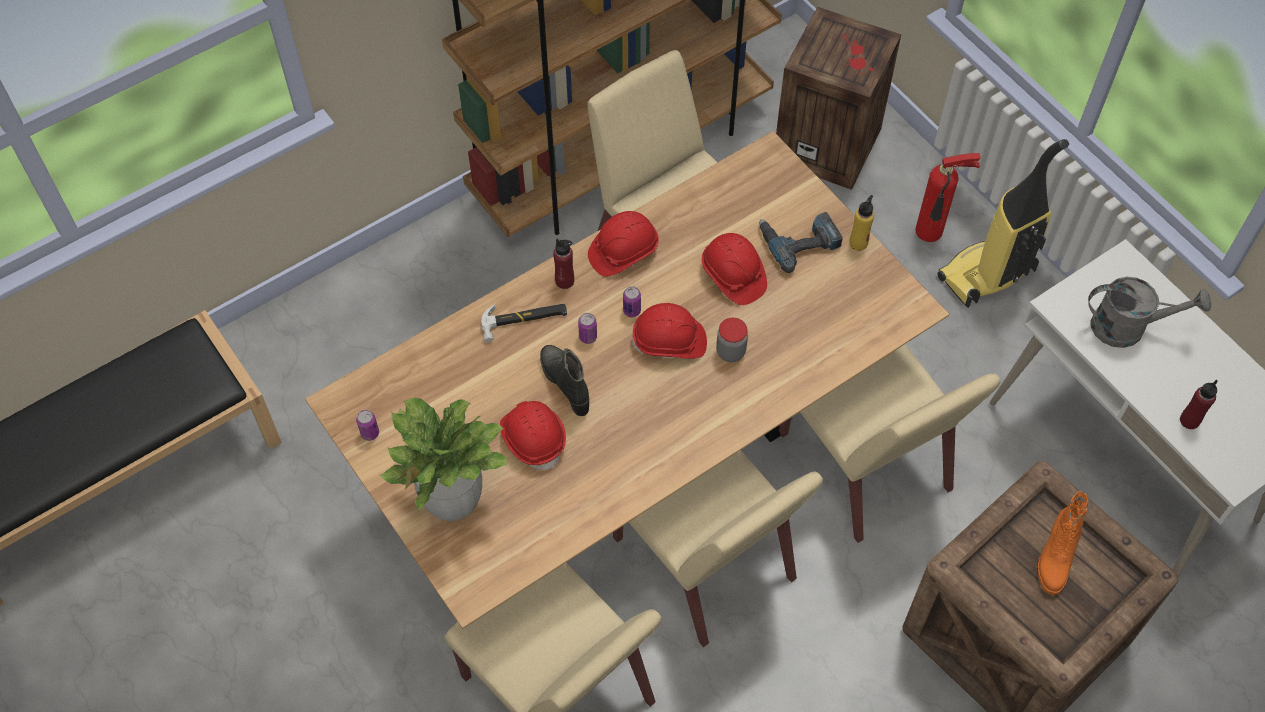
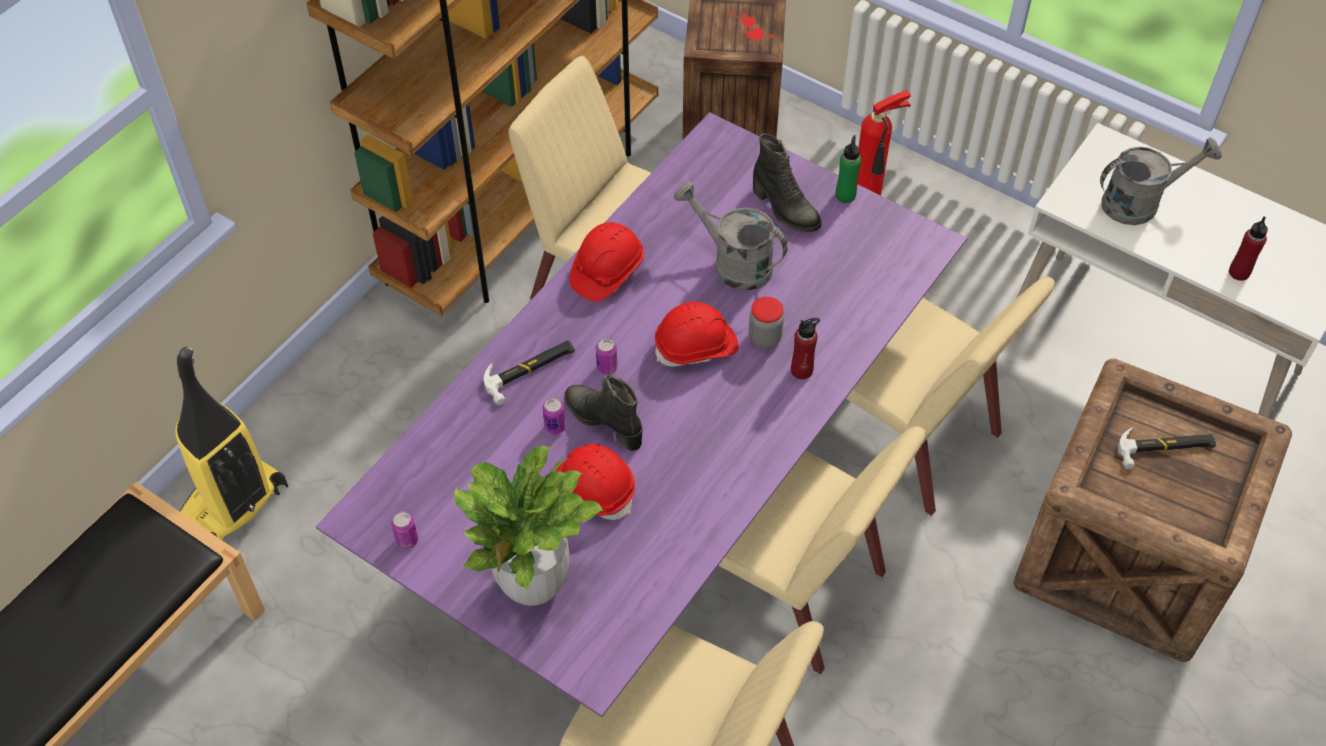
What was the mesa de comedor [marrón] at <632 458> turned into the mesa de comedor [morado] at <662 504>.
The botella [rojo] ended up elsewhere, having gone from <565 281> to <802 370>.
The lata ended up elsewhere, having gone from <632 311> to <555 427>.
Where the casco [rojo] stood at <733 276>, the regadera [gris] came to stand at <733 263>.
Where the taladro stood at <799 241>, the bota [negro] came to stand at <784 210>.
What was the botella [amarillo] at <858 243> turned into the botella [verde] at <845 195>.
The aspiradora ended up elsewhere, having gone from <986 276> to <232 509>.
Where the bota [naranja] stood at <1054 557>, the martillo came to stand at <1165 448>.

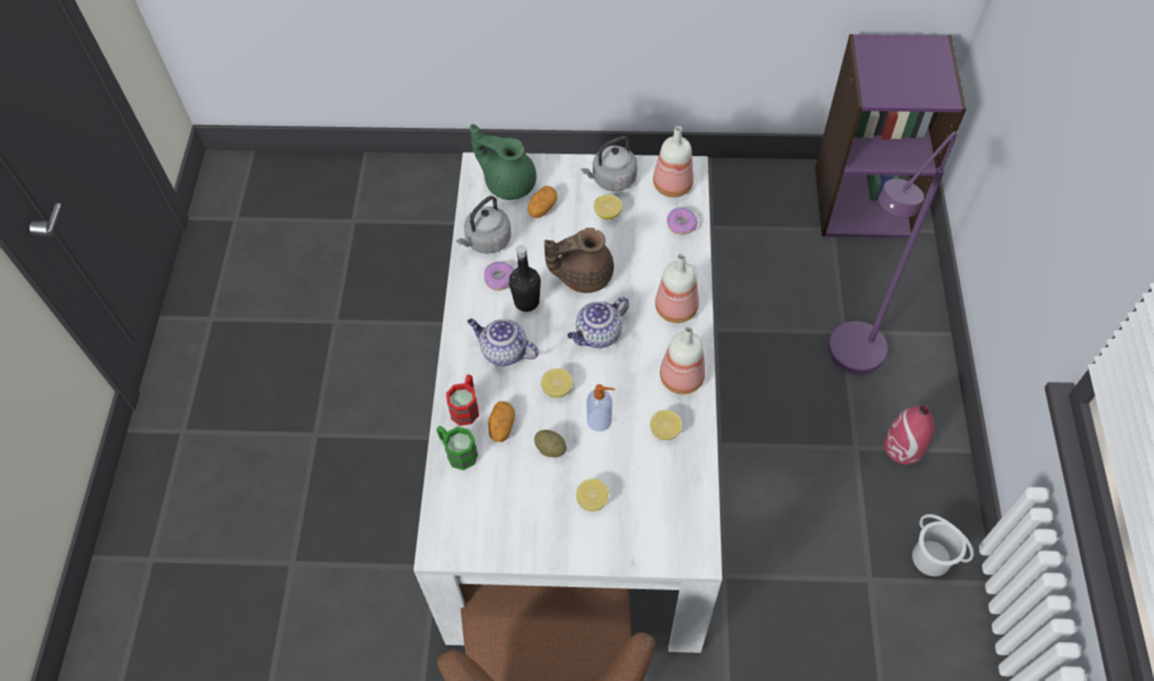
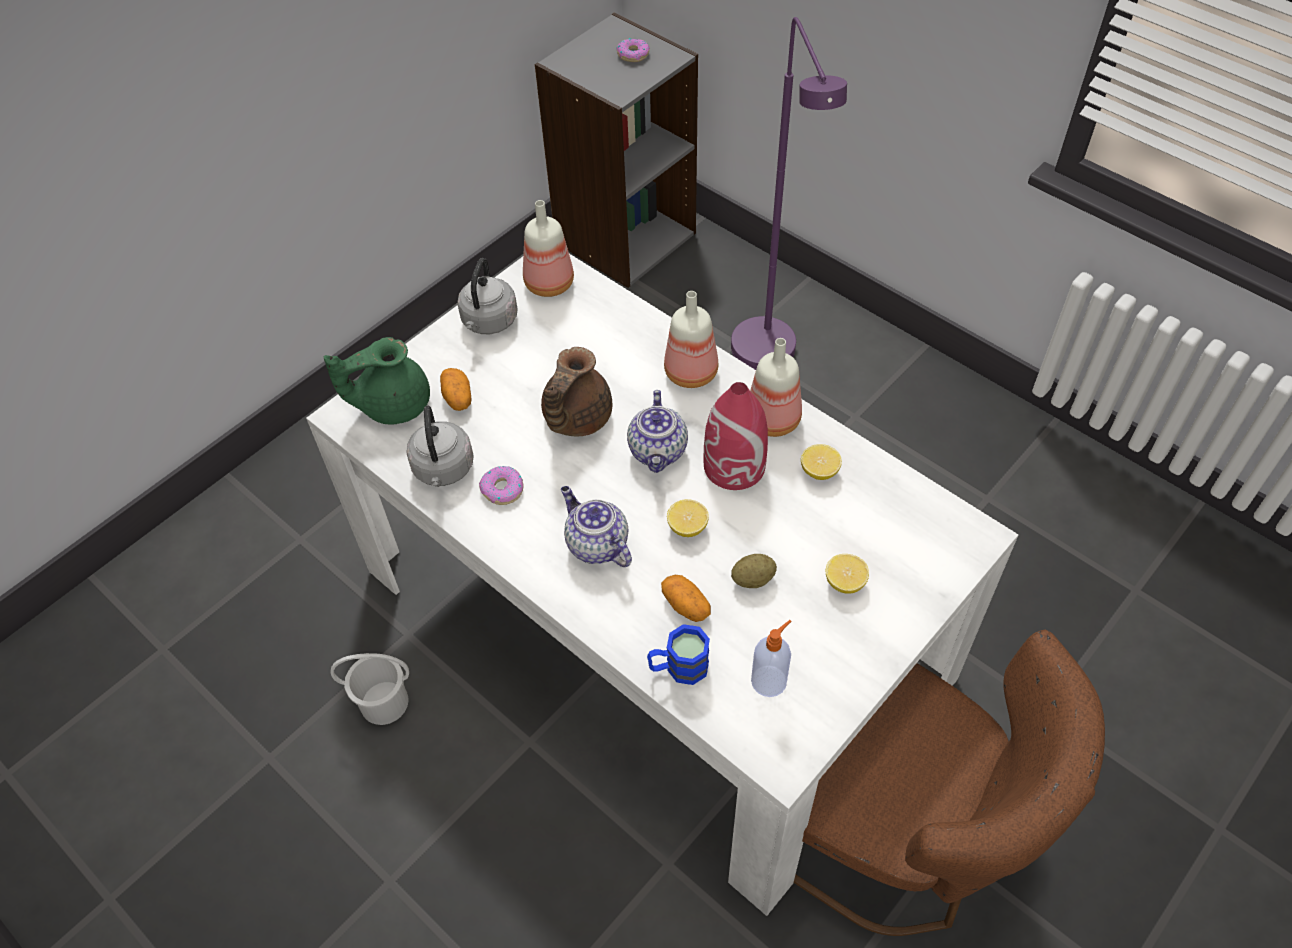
What was the taza grande [verde] at <457 452> turned into the taza grande [azul] at <678 667>.
The second view lost the taza grande [rojo] at <466 406>.
The tetera at <503 351> ended up facing another way, 75 degrees clockwise from before.
The second view lost the botella [negro] at <526 302>.
The dispensador de jabón ended up elsewhere, having gone from <600 421> to <770 680>.
The second view lost the limón at <607 213>.
The rosquilla ended up elsewhere, having gone from <681 224> to <633 54>.
What was the estantería [morado] at <863 201> turned into the estantería [gris] at <624 237>.
The florero [rojo] ended up elsewhere, having gone from <904 447> to <735 466>.
The cubo [blanco] ended up elsewhere, having gone from <931 558> to <384 703>.

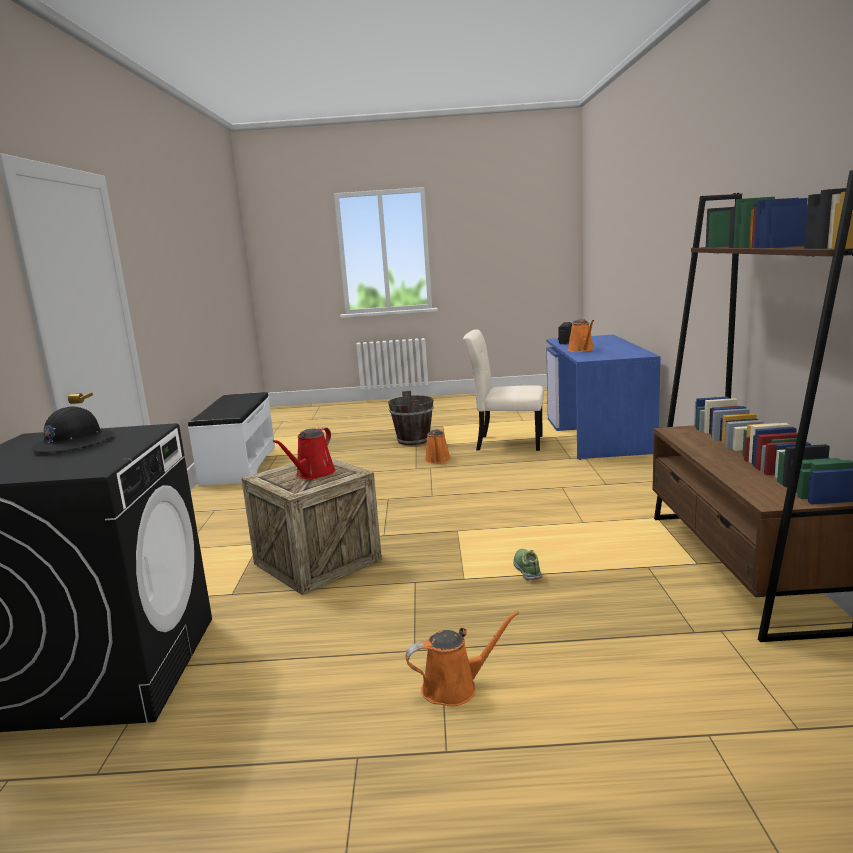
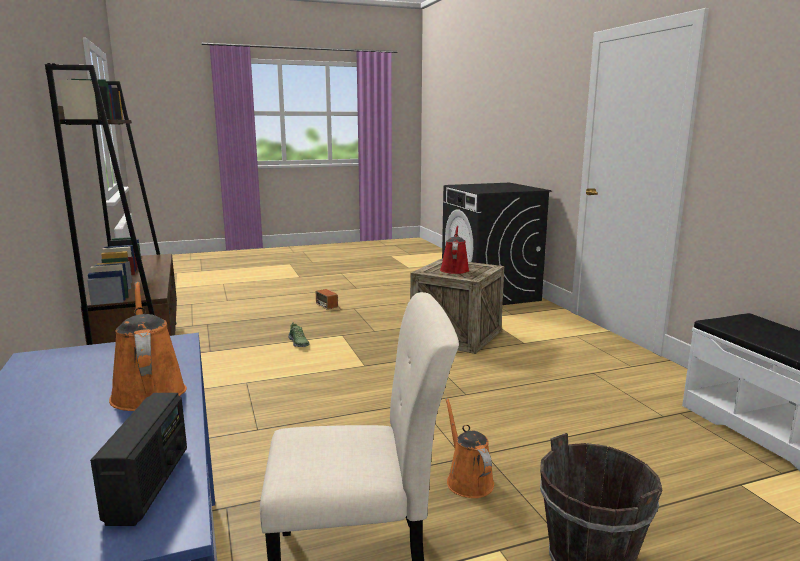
The second view lost the casco [negro] at <74 443>.
Where the regadera [naranja] stood at <455 687>, the radio came to stand at <328 301>.

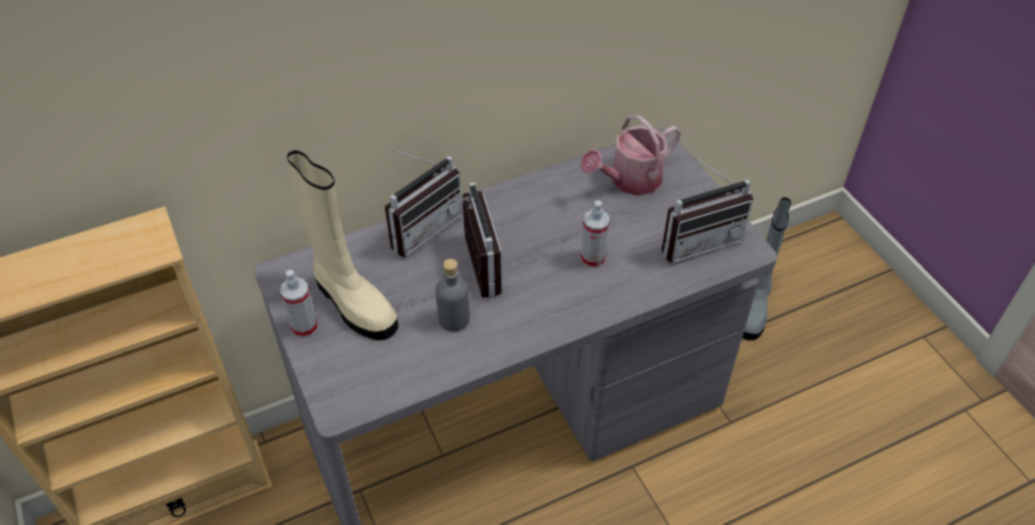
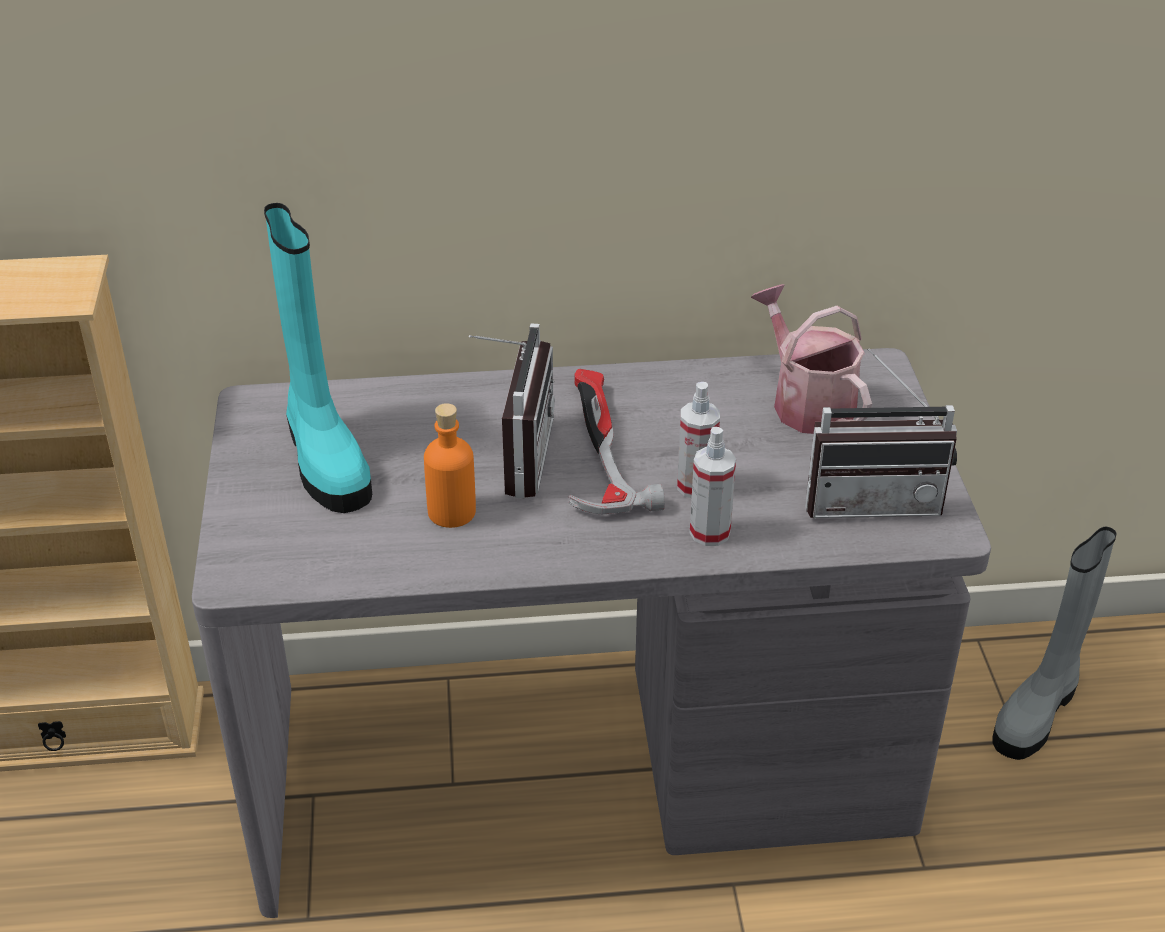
The pulverizador ended up elsewhere, having gone from <304 327> to <710 532>.
What was the bota [beis] at <352 303> turned into the bota [turquesa] at <325 459>.
The second view lost the radio at <421 226>.
What was the botella [gris] at <454 319> turned into the botella [naranja] at <452 512>.
The regadera at <629 181> ended up facing another way, 75 degrees clockwise from before.
The second view gained the martillo at <598 448>.

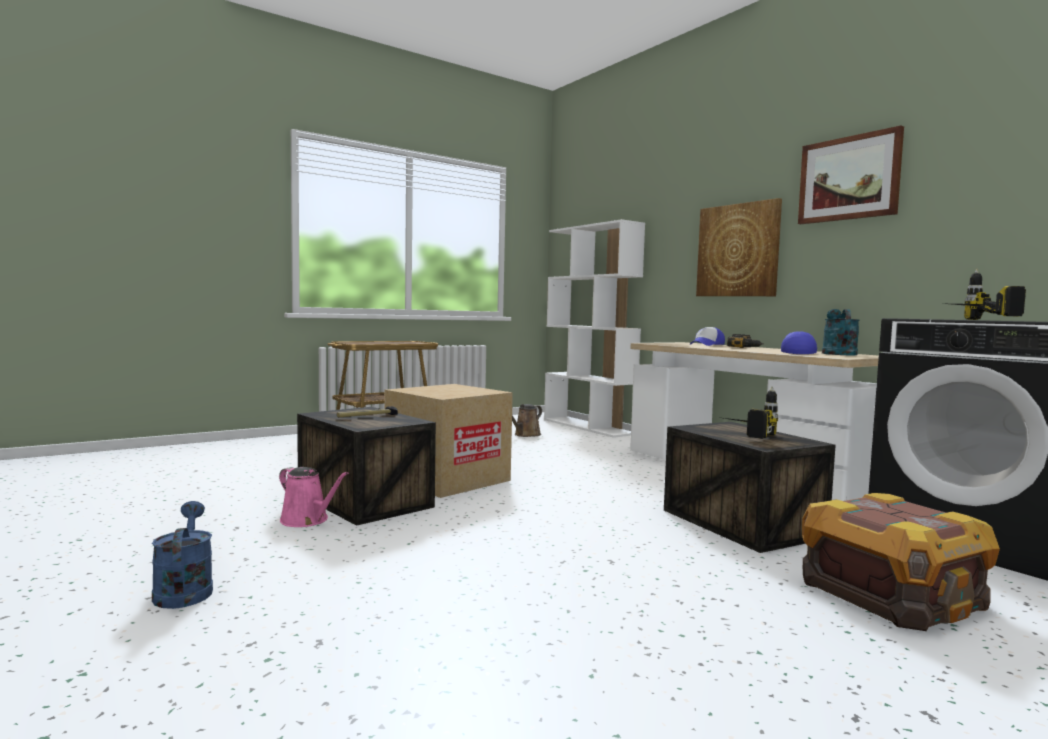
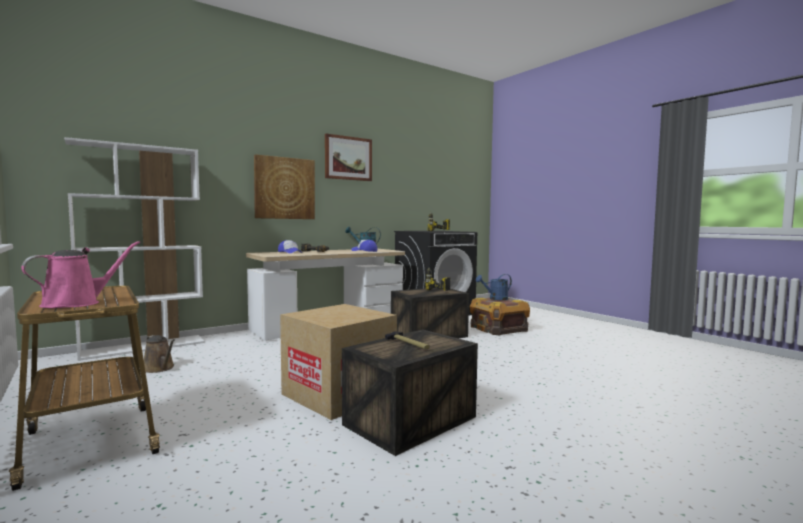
The regadera [azul] ended up elsewhere, having gone from <184 590> to <495 299>.
The regadera [rosa] ended up elsewhere, having gone from <307 520> to <77 303>.

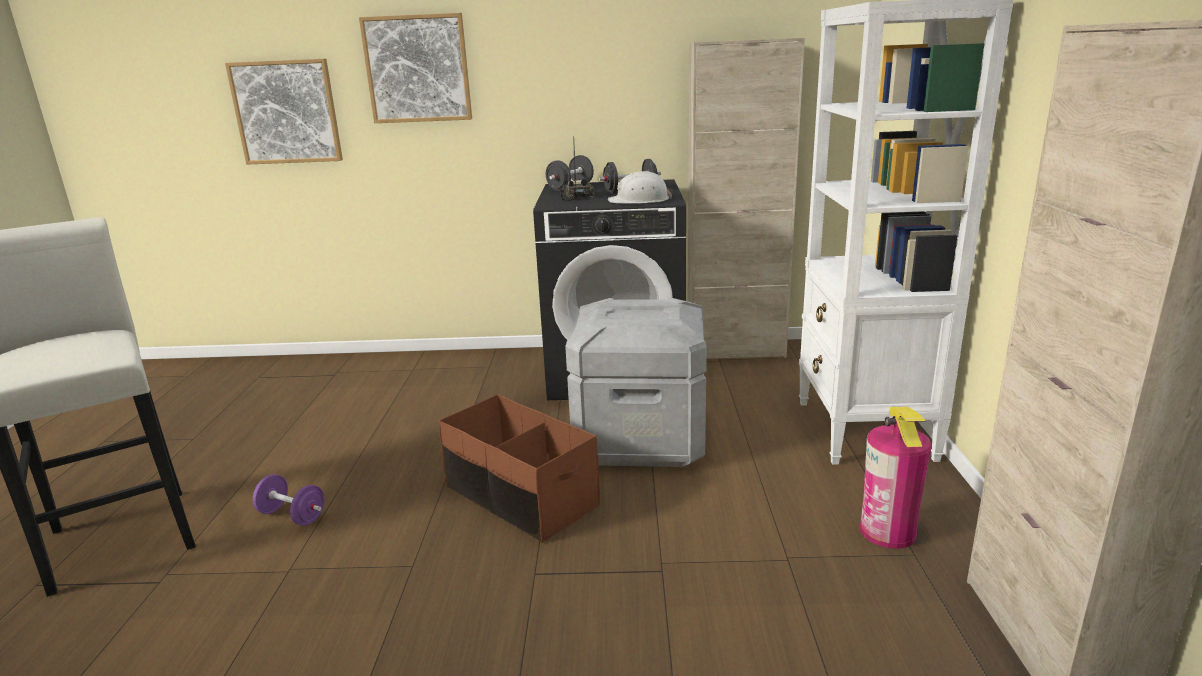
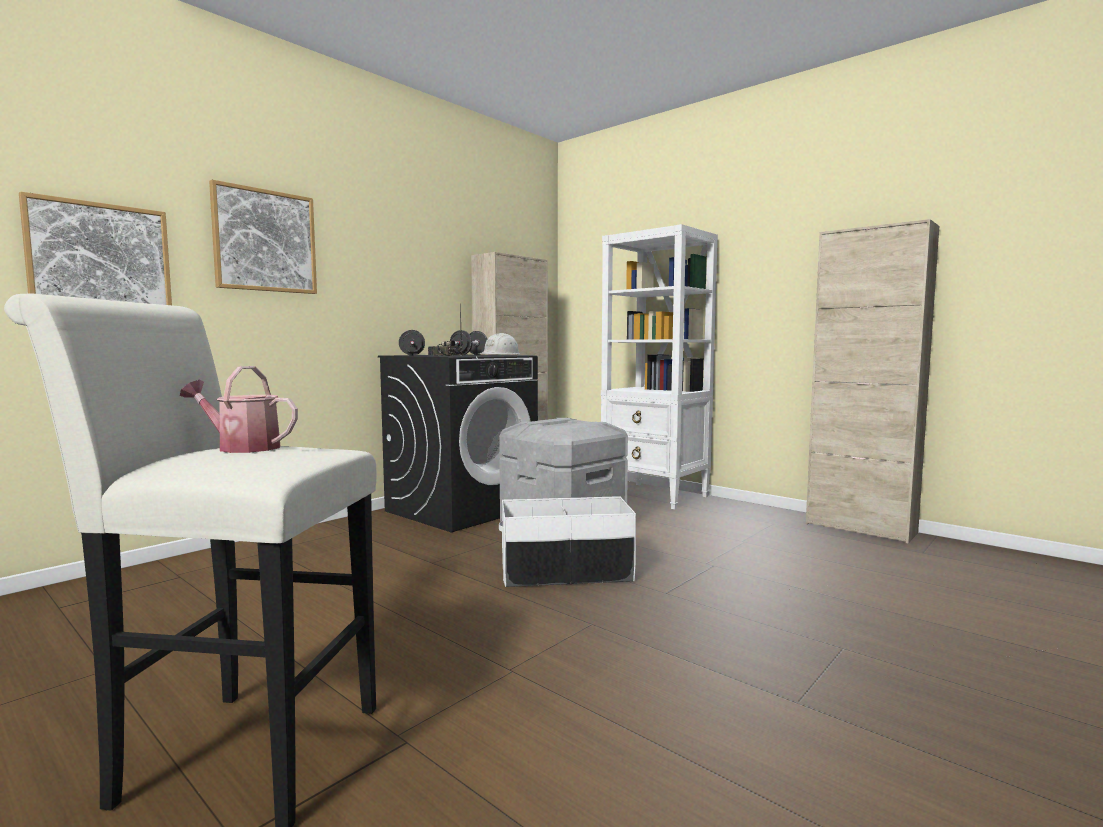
The second view lost the mancuerna [morado] at <292 516>.
What was the caja de almacenaje [marrón] at <520 497> turned into the caja de almacenaje [blanco] at <566 572>.
The second view lost the extintor at <888 531>.
The second view gained the regadera at <242 447>.

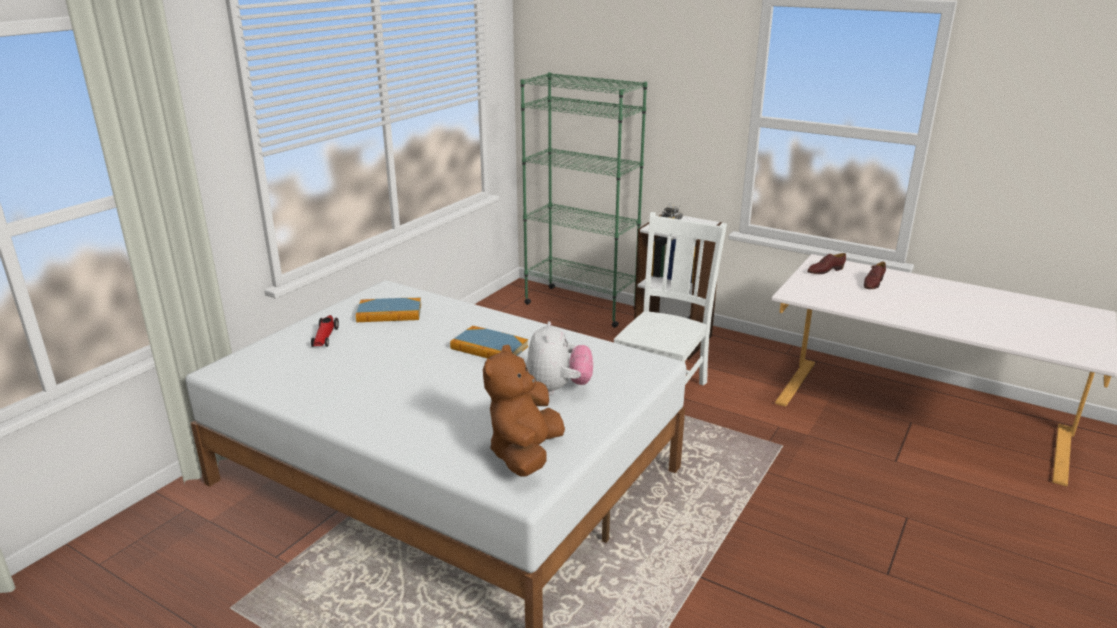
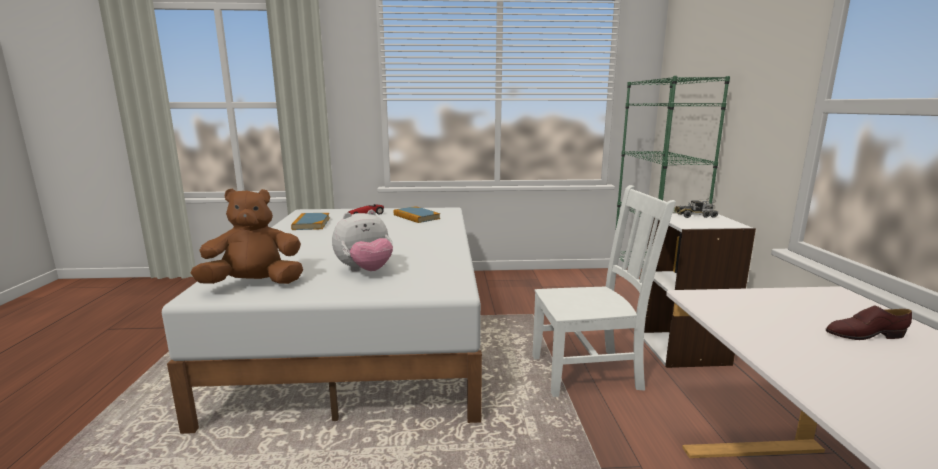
The libro ended up elsewhere, having gone from <489 348> to <311 223>.
The second view lost the zapato [marrón] at <825 270>.

